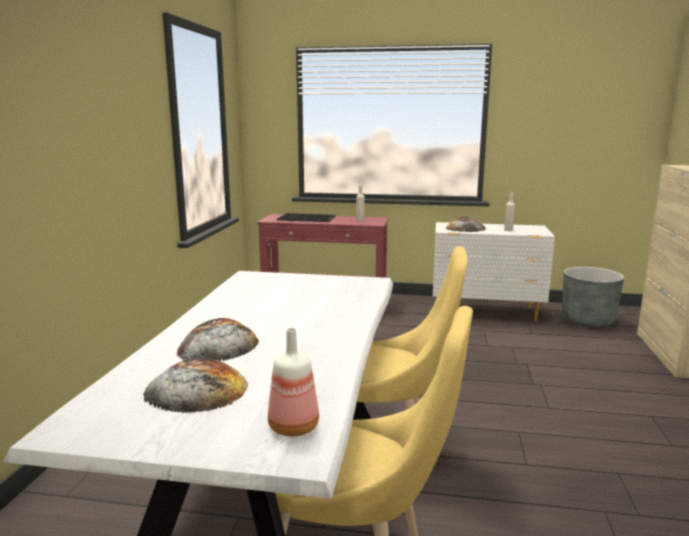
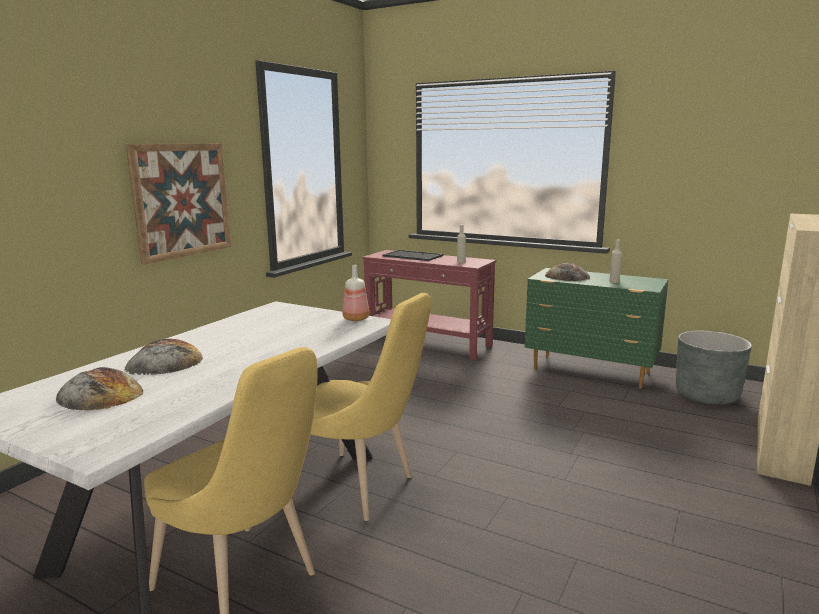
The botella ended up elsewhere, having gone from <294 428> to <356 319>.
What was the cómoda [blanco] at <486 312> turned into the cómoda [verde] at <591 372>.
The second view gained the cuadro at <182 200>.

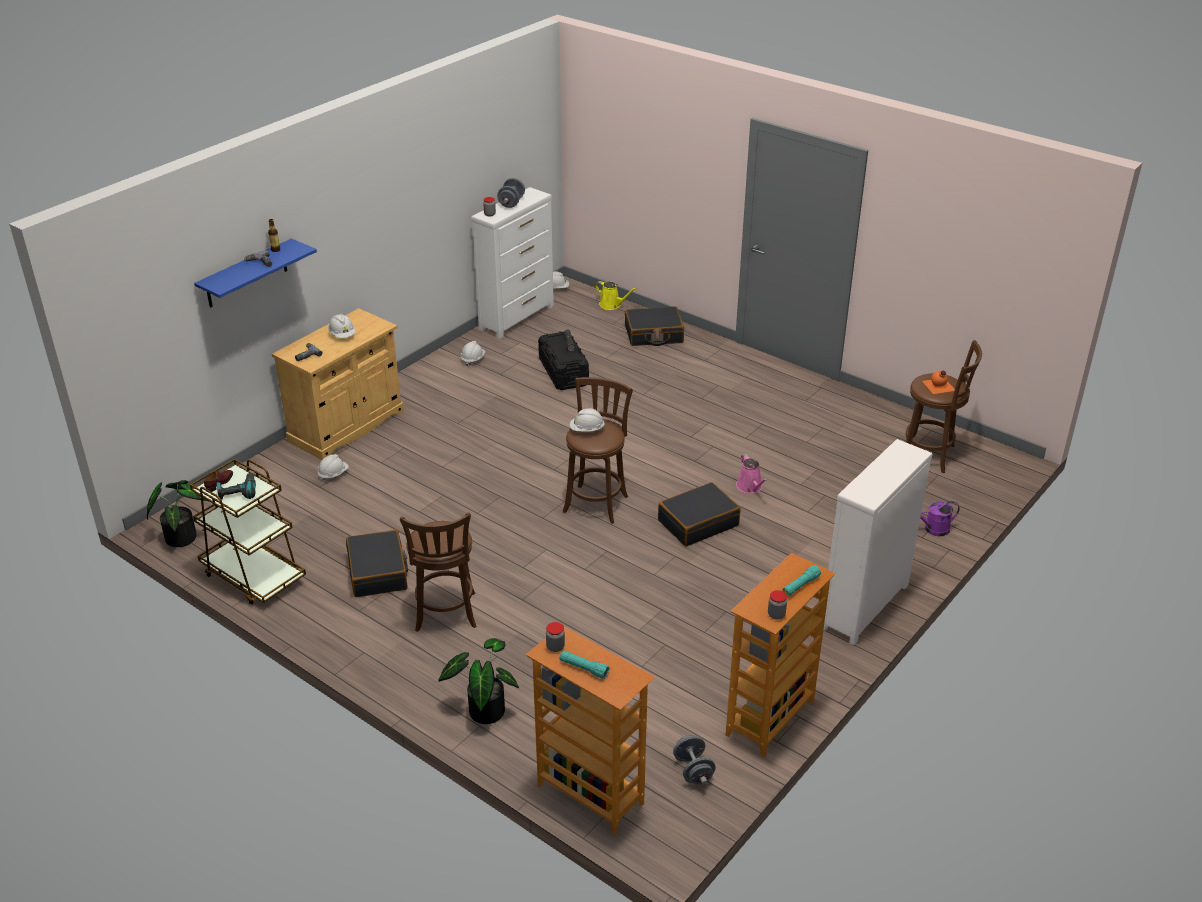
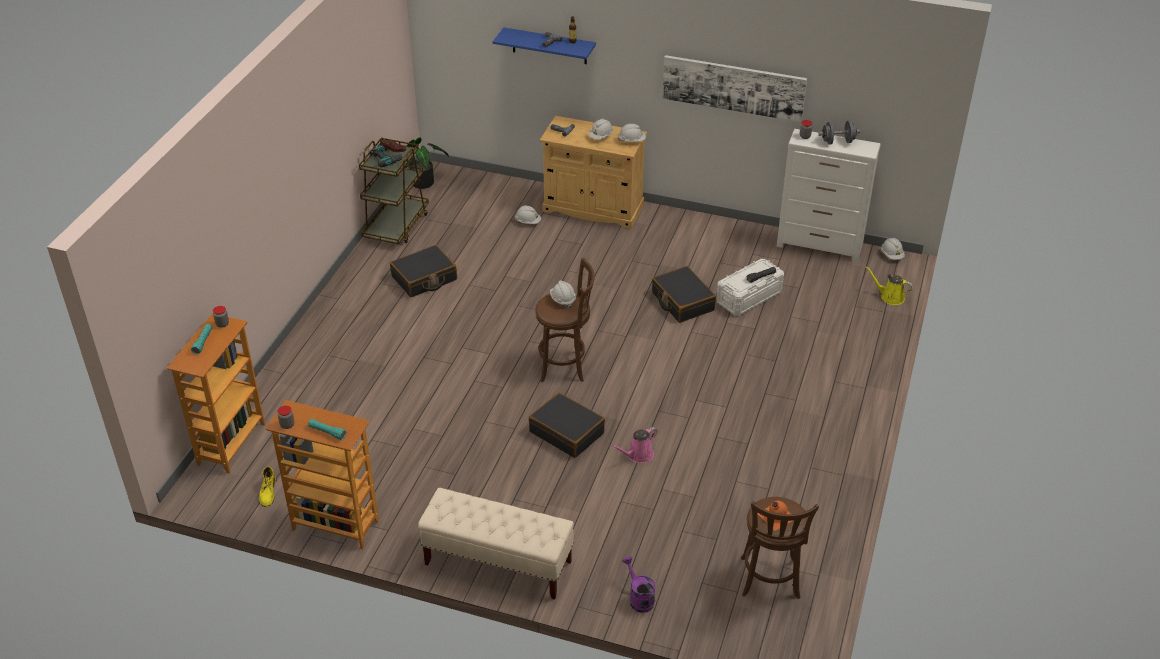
The second view lost the taburete [marrón] at <445 614>.
The second view lost the planta en maceta at <483 709>.
The casco [blanco] ended up elsewhere, having gone from <473 359> to <632 141>.
What was the caja de almacenaje [negro] at <563 372> turned into the caja de almacenaje [blanco] at <749 297>.
The regadera [amarillo] at <612 305> ended up facing another way, 105 degrees clockwise from before.
The maleta [negro] ended up elsewhere, having gone from <653 335> to <682 302>.
Where the mancuerna [gris] stood at <693 770>, the bota [amarillo] came to stand at <268 492>.
Where the cómoda [blanco] stood at <864 607>, the banco [beis] came to stand at <498 563>.
The second view gained the cuadro at <733 87>.

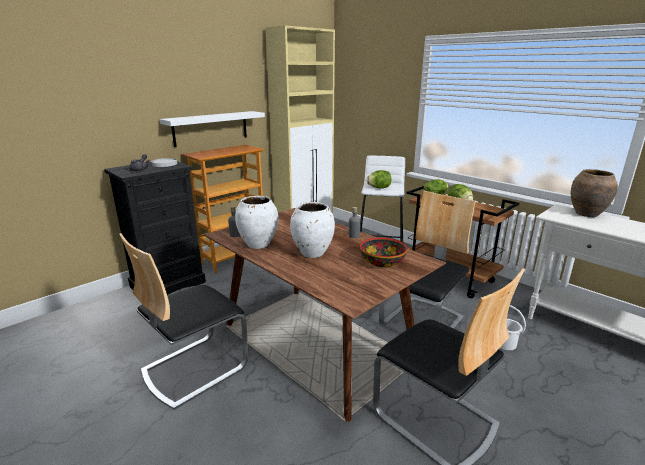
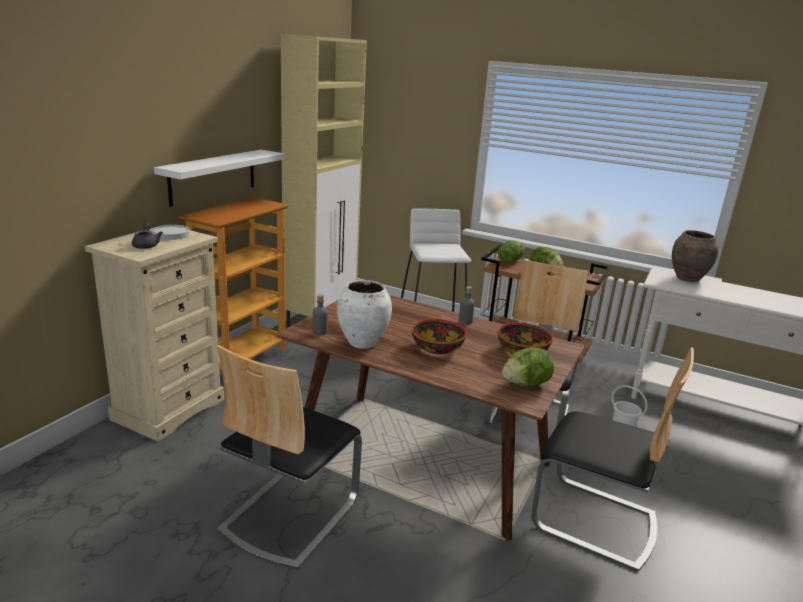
What was the cómoda [negro] at <168 284> turned into the cómoda [beis] at <169 409>.
Where the florero [blanco] stood at <312 253>, the cuenco came to stand at <437 348>.
The lechuga ended up elsewhere, having gone from <379 188> to <525 384>.

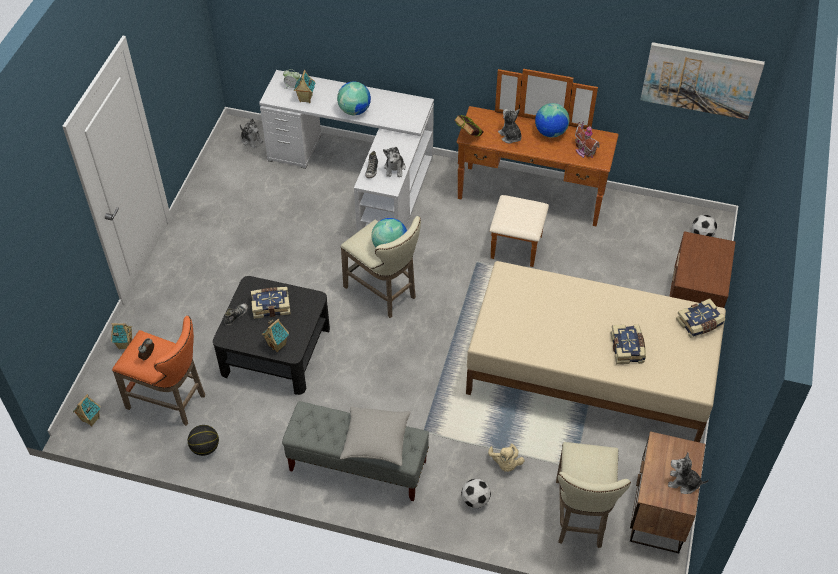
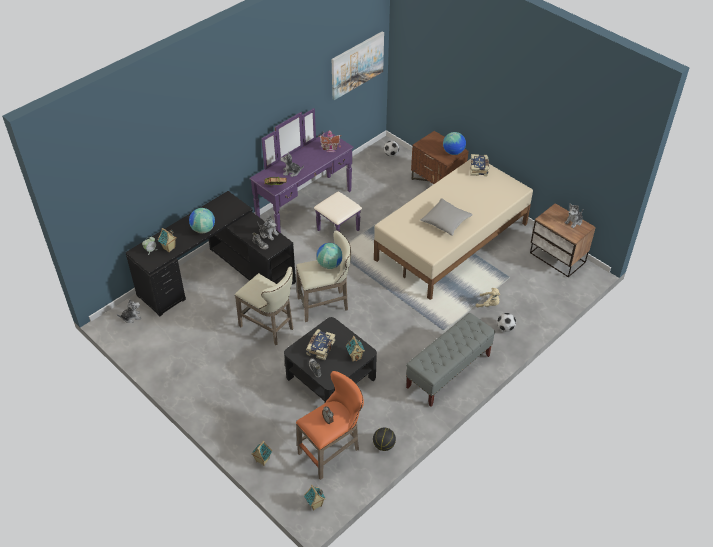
What was the escritorio [blanco] at <361 175> turned into the escritorio [negro] at <218 274>.
The cojín [gris] ended up elsewhere, having gone from <376 441> to <446 222>.
What was the cómoda [marrón] at <528 207> turned into the cómoda [morado] at <312 211>.
The globo terráqueo ended up elsewhere, having gone from <550 133> to <453 152>.
The taburete [beis] ended up elsewhere, having gone from <580 517> to <269 328>.
The second view lost the libro at <628 348>.

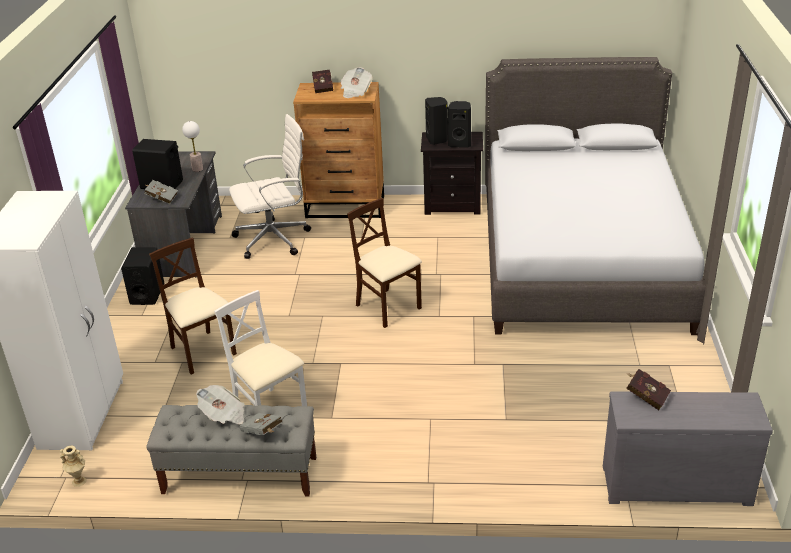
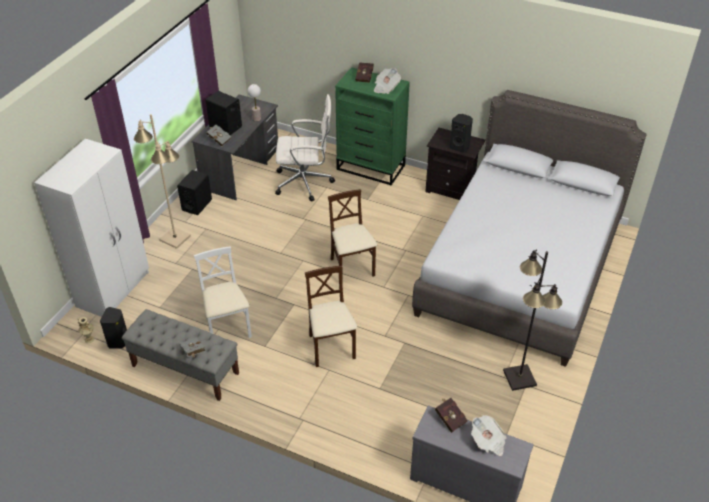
The silla [beis] ended up elsewhere, having gone from <202 352> to <331 348>.
The periódico ended up elsewhere, having gone from <223 415> to <488 441>.
What was the cómoda [marrón] at <346 207> turned into the cómoda [verde] at <371 167>.
The altavoz [negro] ended up elsewhere, having gone from <437 140> to <119 341>.
The second view gained the lámpara de pie [beis] at <175 238>.
The second view gained the lámpara de pie [negro] at <519 377>.

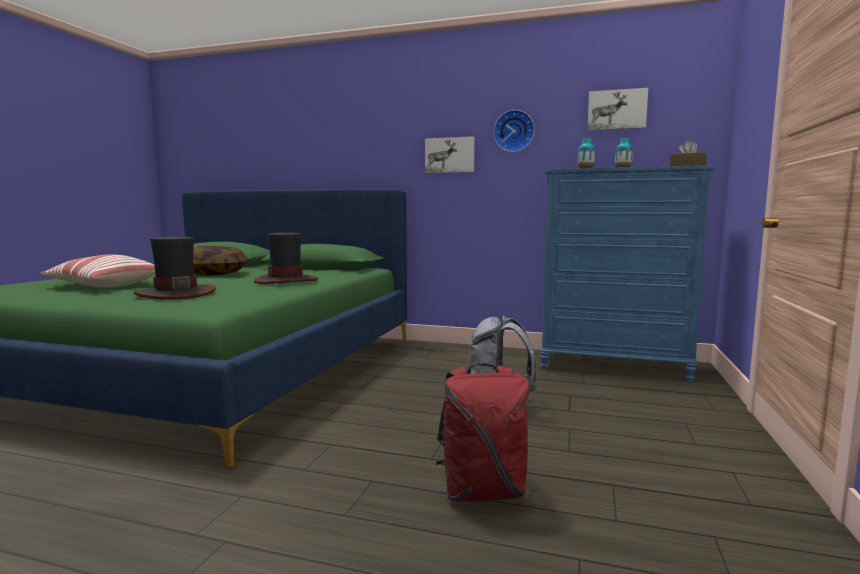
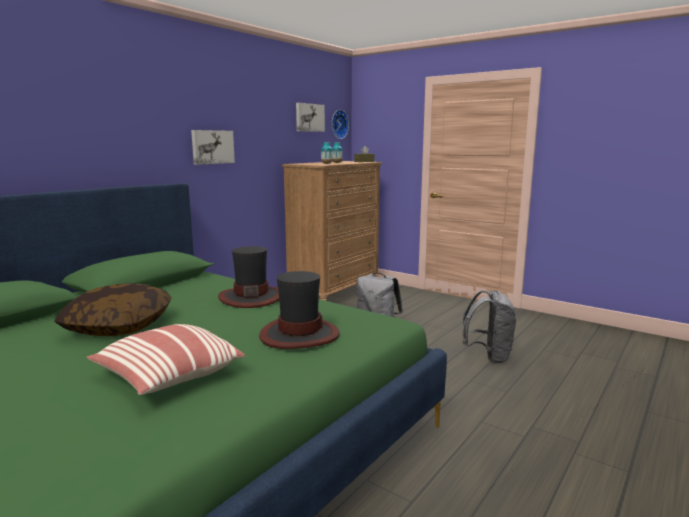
What was the mochila [rojo] at <482 491> turned into the mochila [gris] at <488 356>.
The reloj de pared ended up elsewhere, having gone from <514 131> to <338 124>.
What was the cómoda [azul] at <613 365> turned into the cómoda [marrón] at <335 292>.

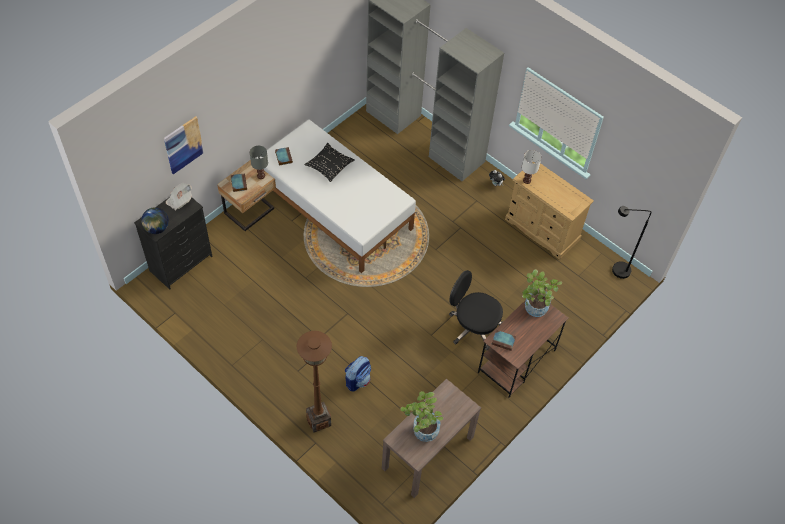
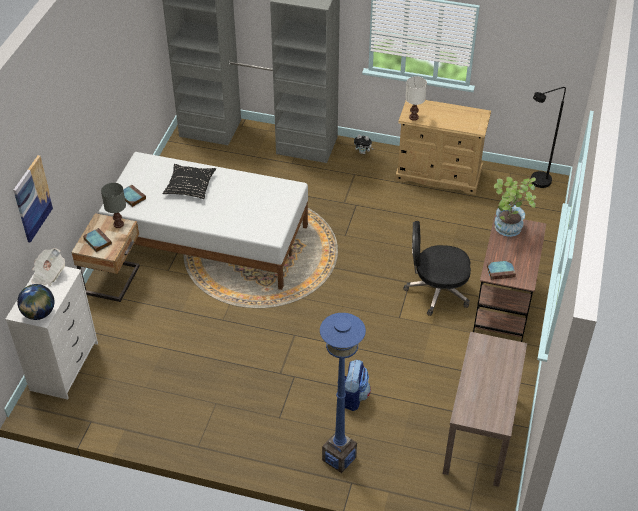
What was the cómoda [negro] at <181 264> turned into the cómoda [blanco] at <65 366>.
What was the lámpara de pie [marrón] at <319 421> turned into the lámpara de pie [azul] at <339 458>.
The second view lost the planta en maceta at <421 431>.

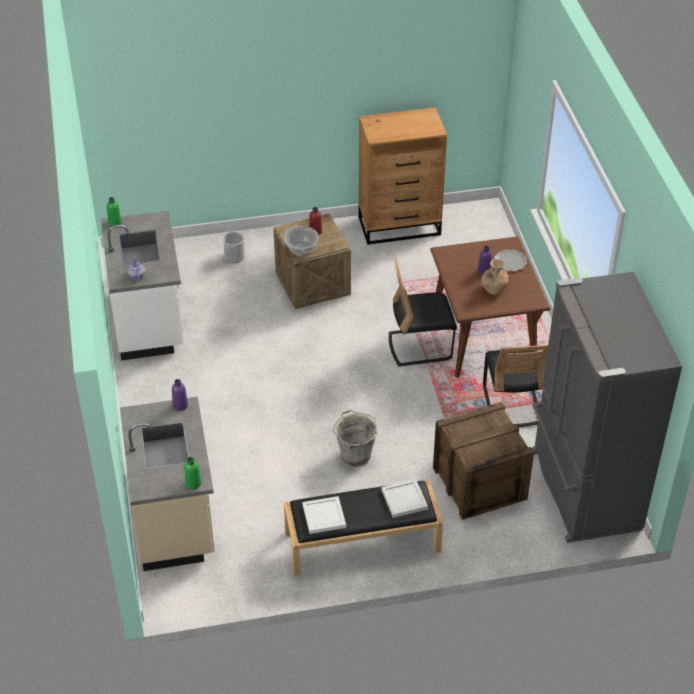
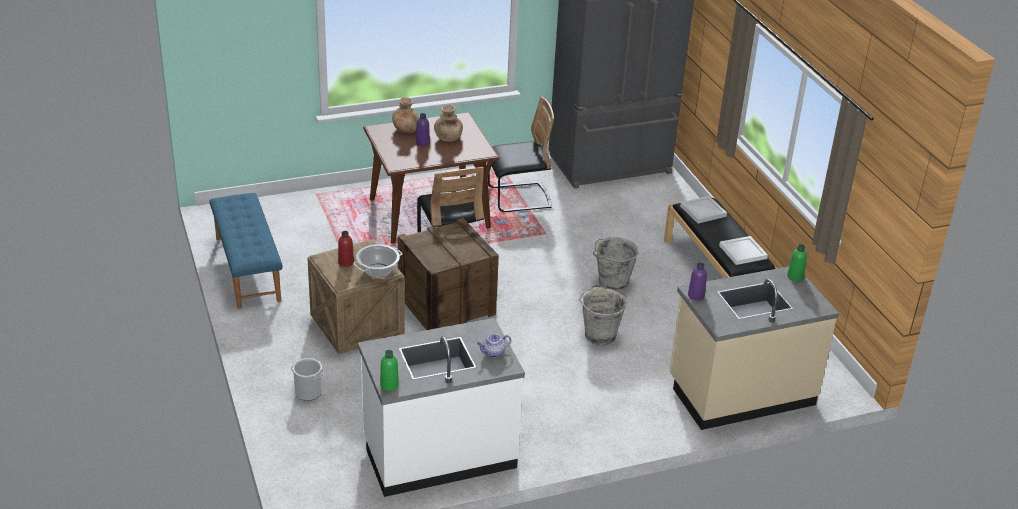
Where the cómoda [marrón] stood at <400 226>, the banco [azul] came to stand at <247 268>.
The caja de embalaje ended up elsewhere, having gone from <480 483> to <446 304>.
Where the plato stood at <510 262>, the florero [marrón] came to stand at <406 129>.
The second view gained the cubo [gris] at <600 334>.

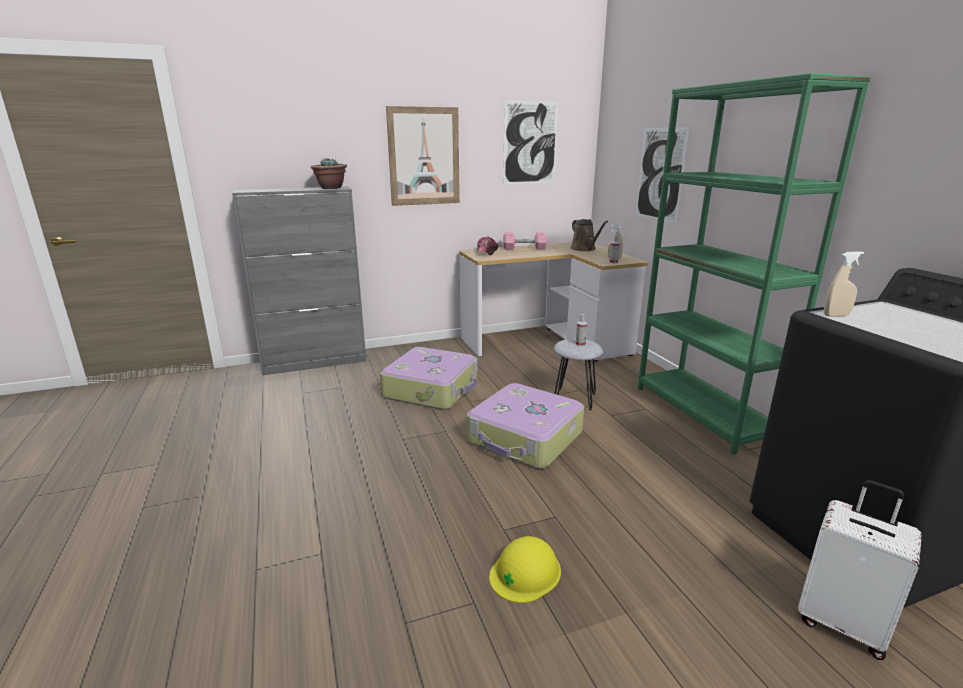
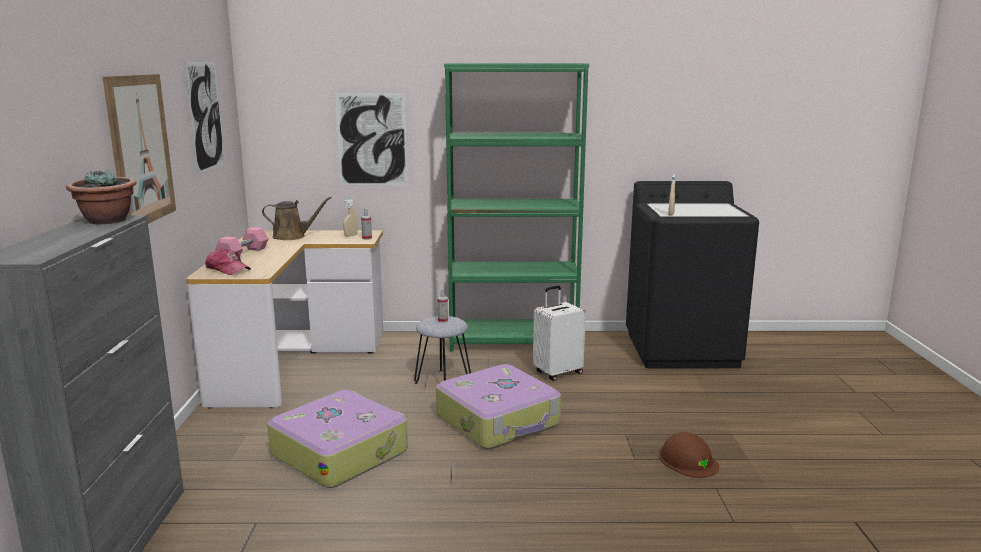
What was the casco [amarillo] at <525 572> turned into the casco [marrón] at <688 460>.
The maleta [blanco] ended up elsewhere, having gone from <841 623> to <557 373>.

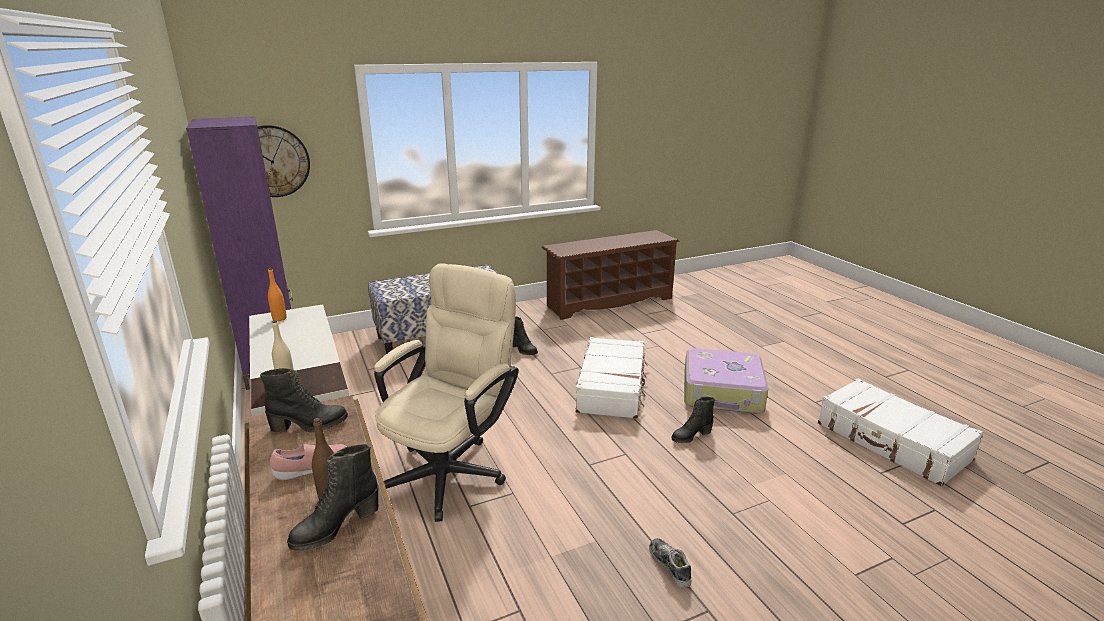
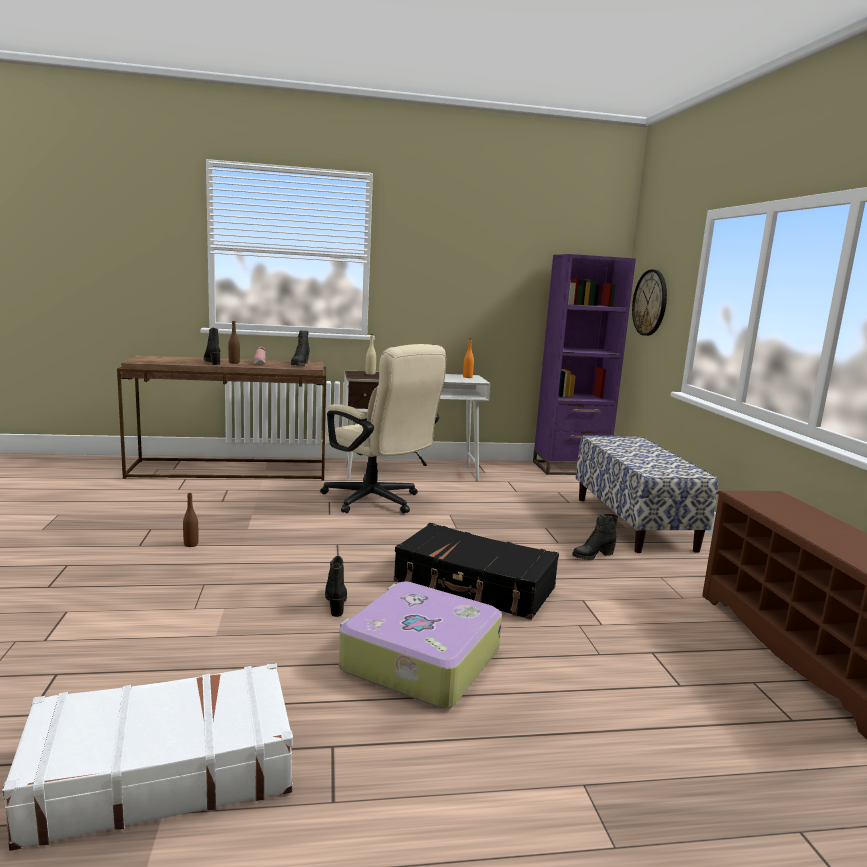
What was the maleta [blanco] at <612 387> turned into the maleta [negro] at <474 585>.
Where the zapato stood at <670 566>, the botella [marrón] came to stand at <191 544>.

